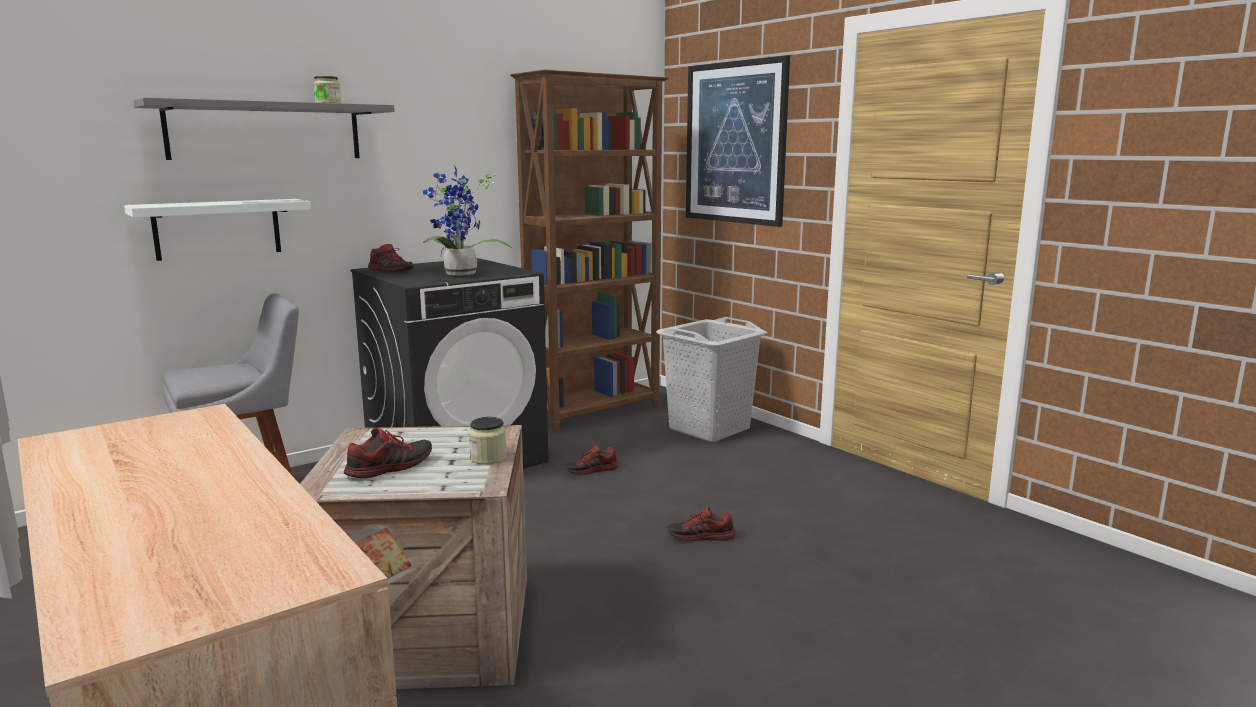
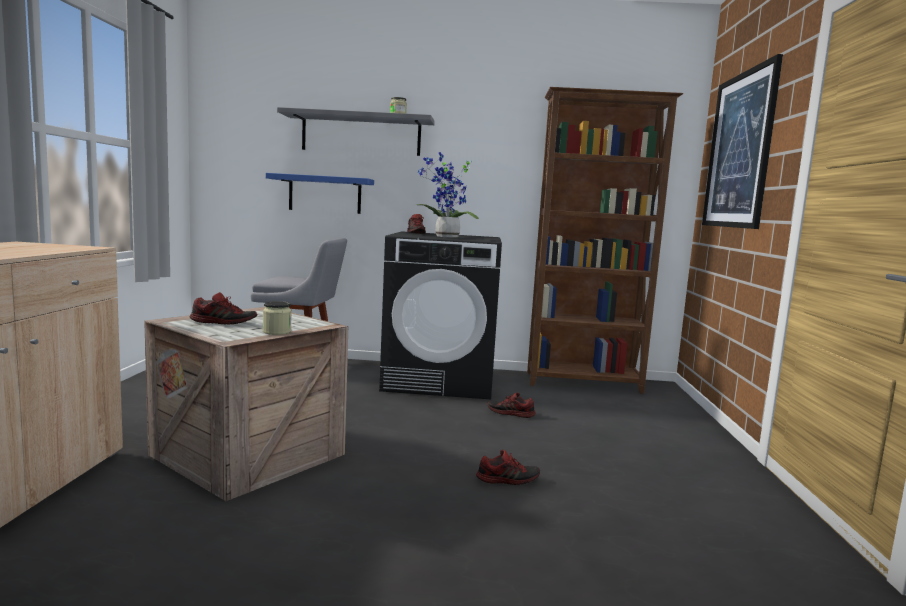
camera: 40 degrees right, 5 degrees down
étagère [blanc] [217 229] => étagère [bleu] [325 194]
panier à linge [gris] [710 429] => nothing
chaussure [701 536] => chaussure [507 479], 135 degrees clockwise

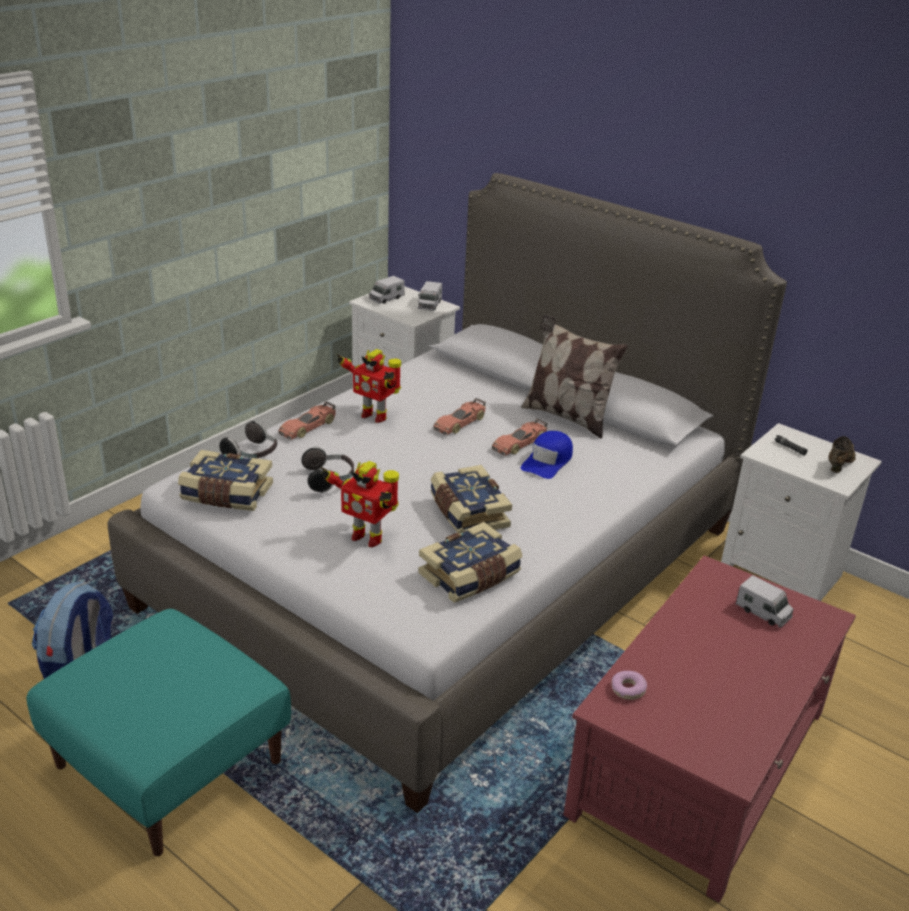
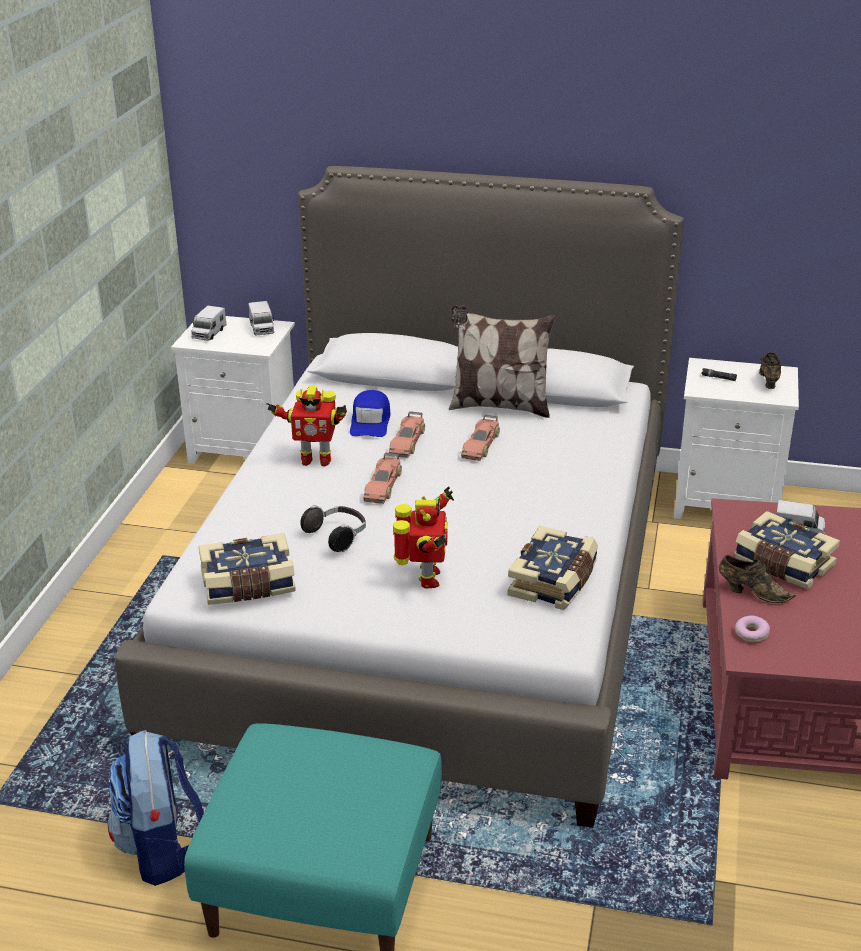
camera: 25 degrees left, 0 degrees up
petite voiture [308 427] => petite voiture [383 486], moved
casque audio [252 455] => nothing
casquette [bleu] [548 461] => casquette [bleu] [370 421], moved
robot jouet [367 537] => robot jouet [426 579], 90 degrees counterclockwise
livre [467 513] => livre [782 564], moved
nothing => chaussure [marron] [752 592]

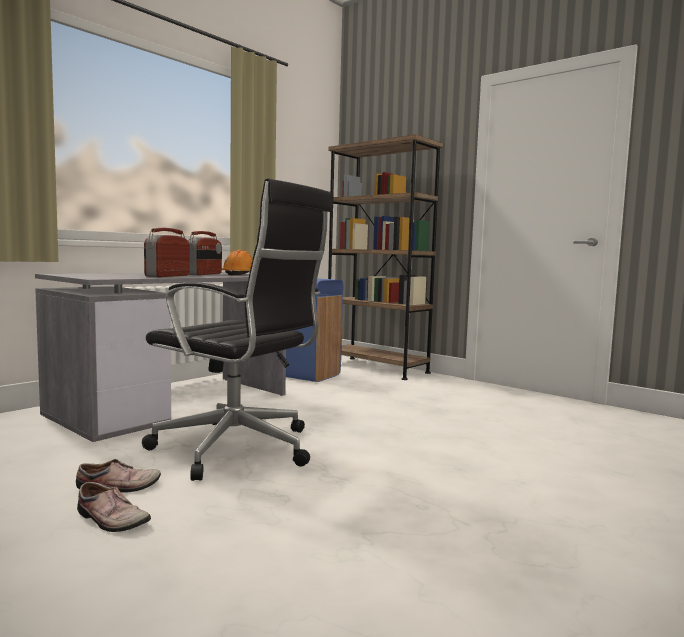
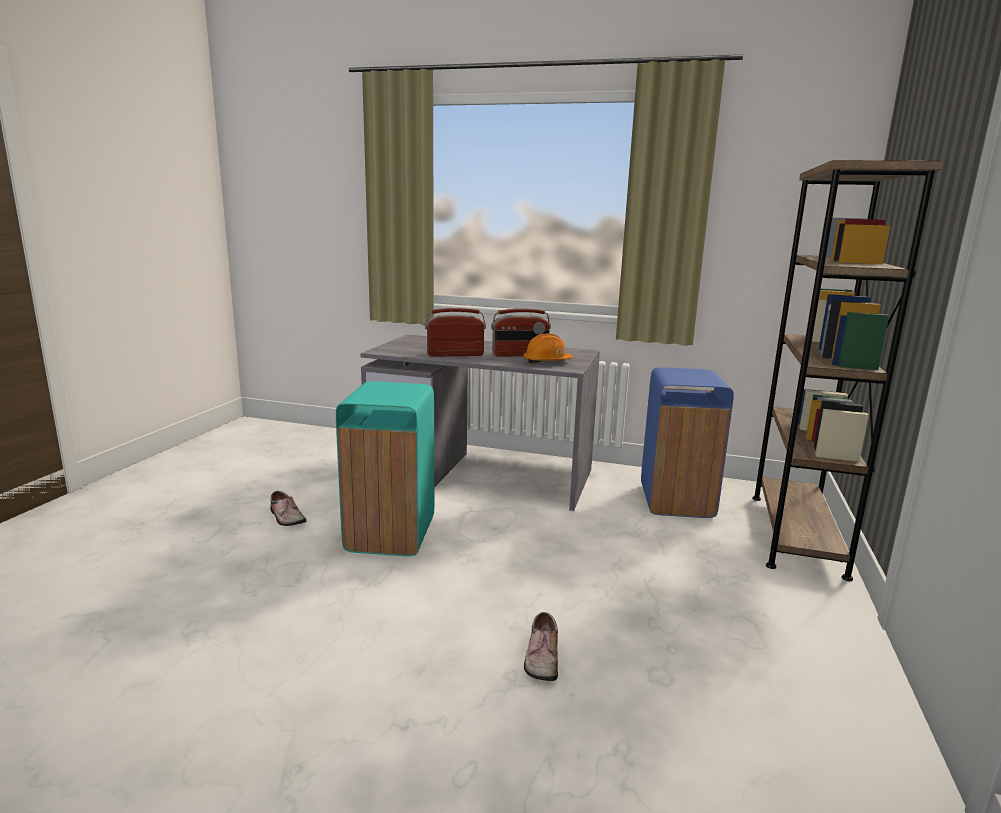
camera: 65 degrees right, 10 degrees up
chaise de bureau [noir] [238 449] => poubelle [turquoise] [389 535]
chaussure [110 520] => chaussure [540 657], moved

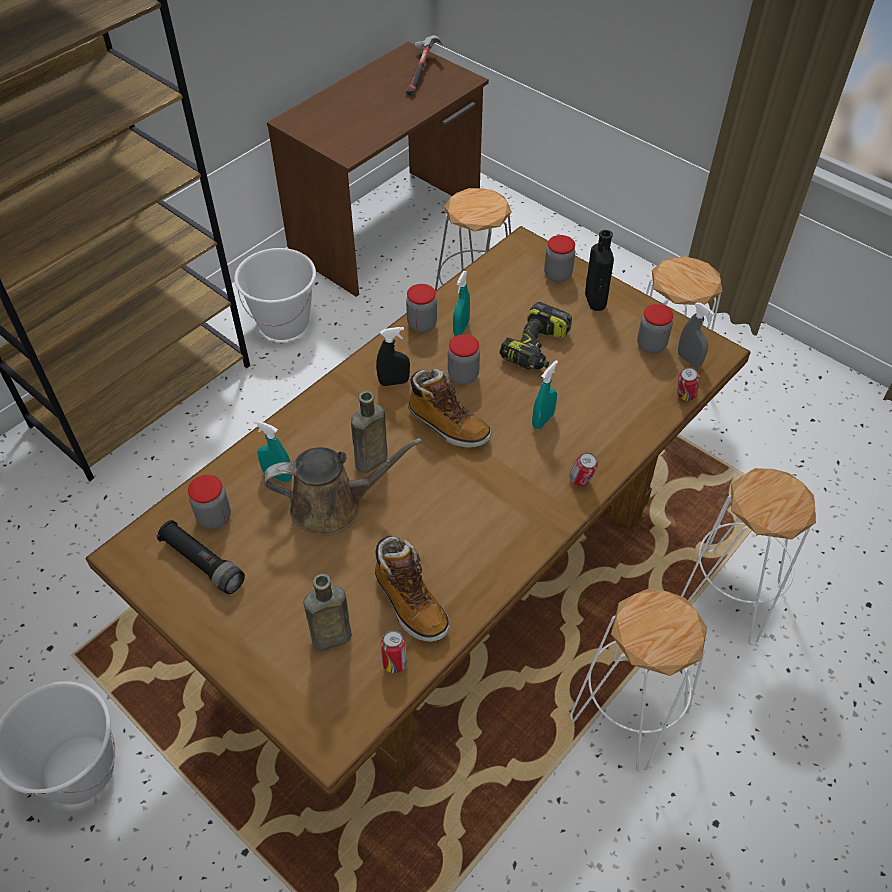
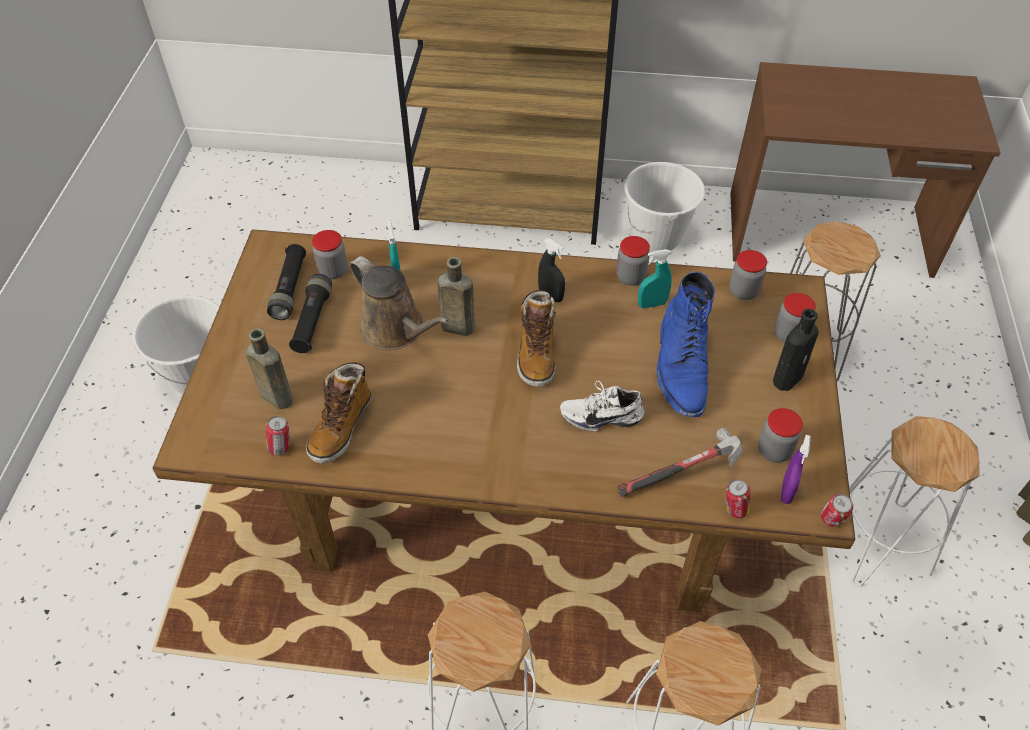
camera: 55 degrees right, 0 degrees up
marteau [421 73] => marteau [682 474], moved
perceuse [536 348] => botte [bleu] [681 367]
vaporisateur [gris] [689 360] => vaporisateur [violet] [786 491]
bocal [463 376] => bocal [743 291], moved
vaporisateur [turquoise] [543 420] => chaussure [blanc] [601 415]
boîte métallique [581 481] => boîte métallique [831 521], moved
nothing => lampe de poche [noir] [312 321]

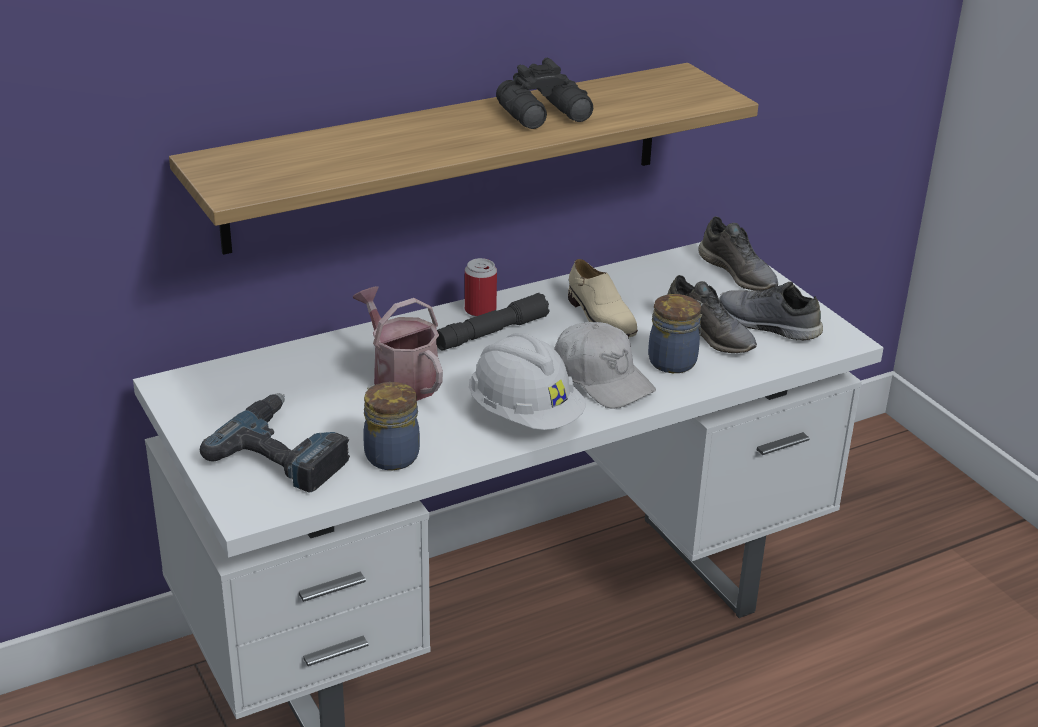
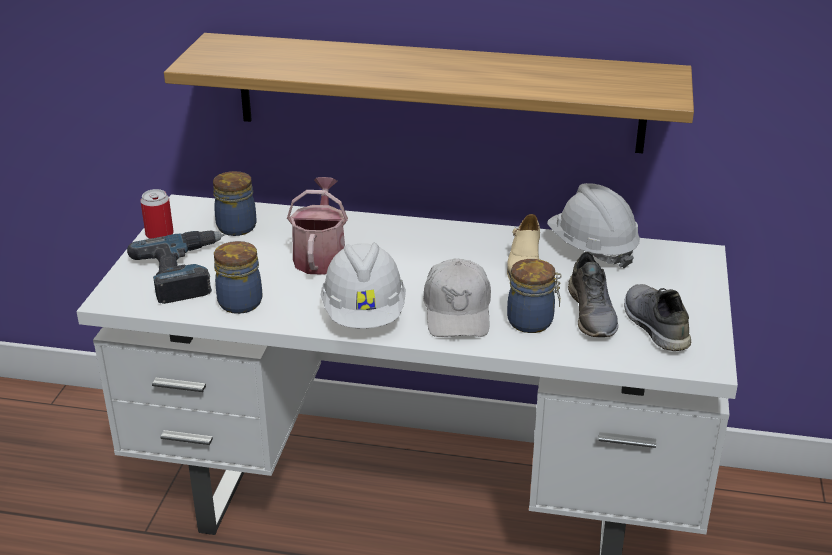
camera: 40 degrees right, 0 degrees up
jumelles [noir] [546 115] => nothing
chaussure [gris] [739 273] => nothing
boîte métallique [480 310] => boîte métallique [159 234], moved
lampe de poche [gris] [491 332] => nothing
nothing => bocal [237 226]
nothing => casque de chantier [blanc] [591 249]

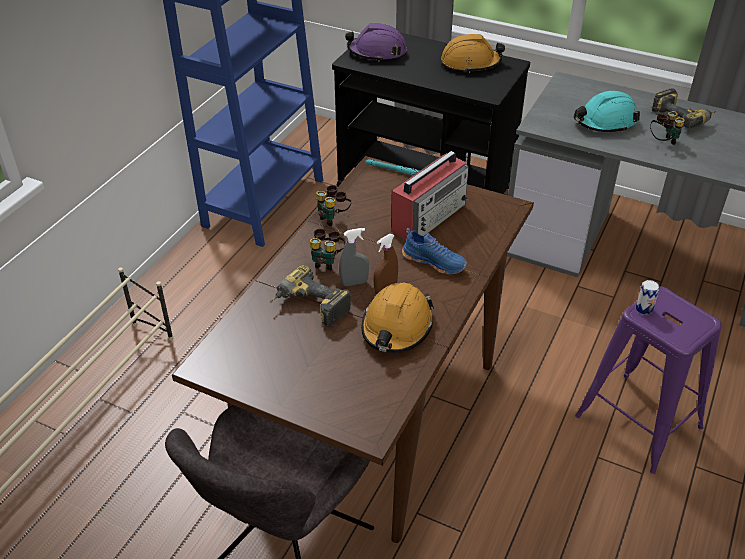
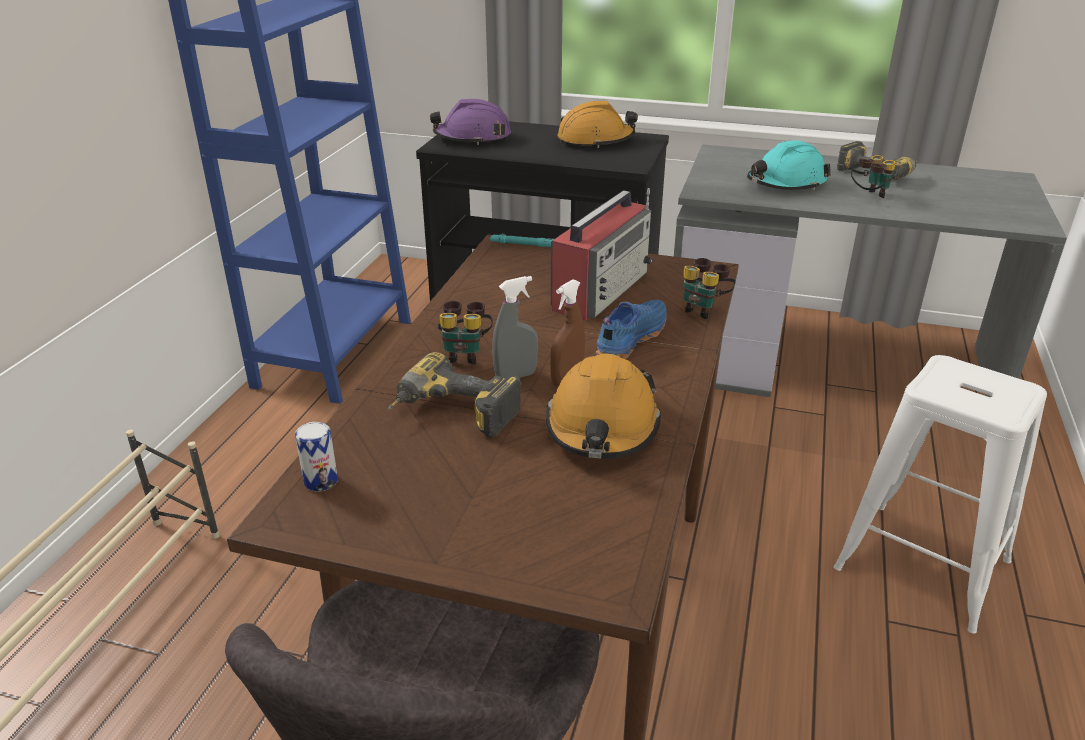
camera: 10 degrees left, 10 degrees down
jumelles [333 218] => jumelles [703 310], moved
chaussure [bleu] [434 261] => chaussure [bleu] [629 339], 75 degrees counterclockwise
boîte métallique [644 309] => boîte métallique [321 481], moved
tabouret [violet] [637 421] => tabouret [blanc] [921 564]

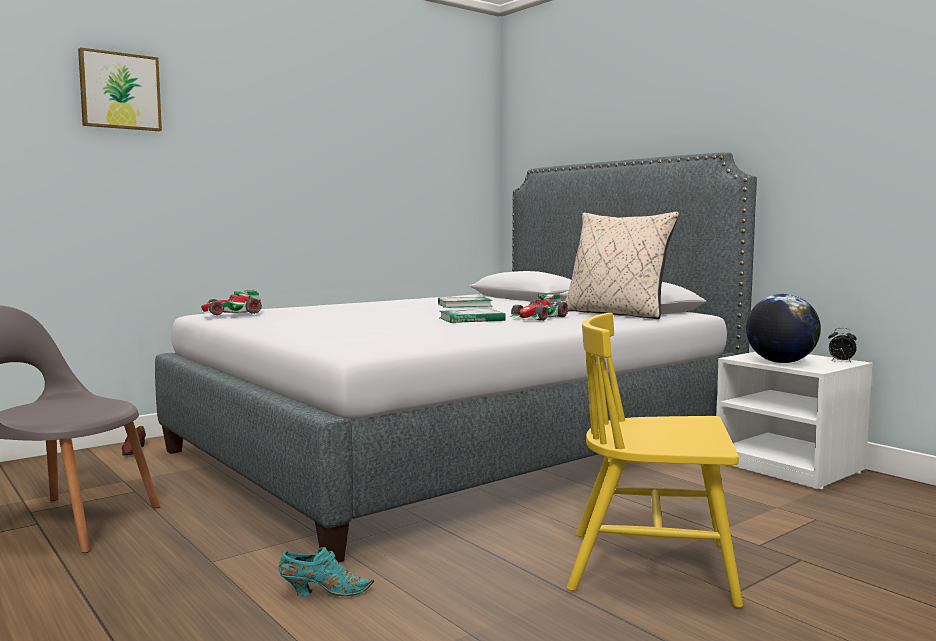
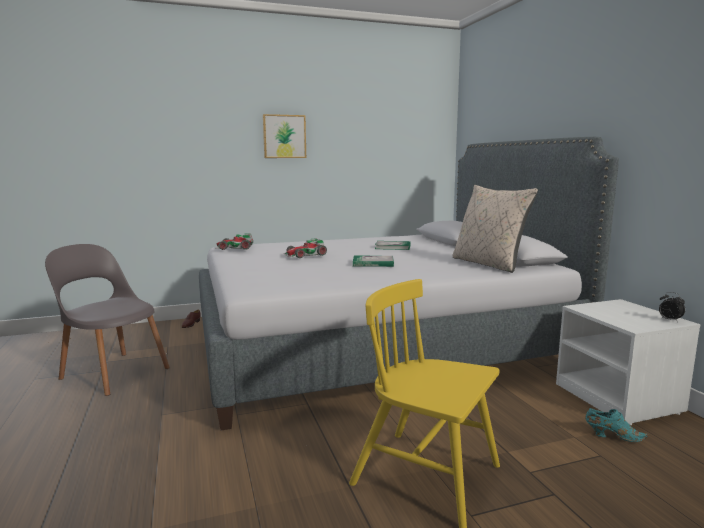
camera: 20 degrees right, 5 degrees up
tableau [120 91] => tableau [284 136], moved
petite voiture [538 318] => petite voiture [305 255], moved
globe [780 362] => nothing
chaussure [turquoise] [323 592] => chaussure [turquoise] [612 436], moved

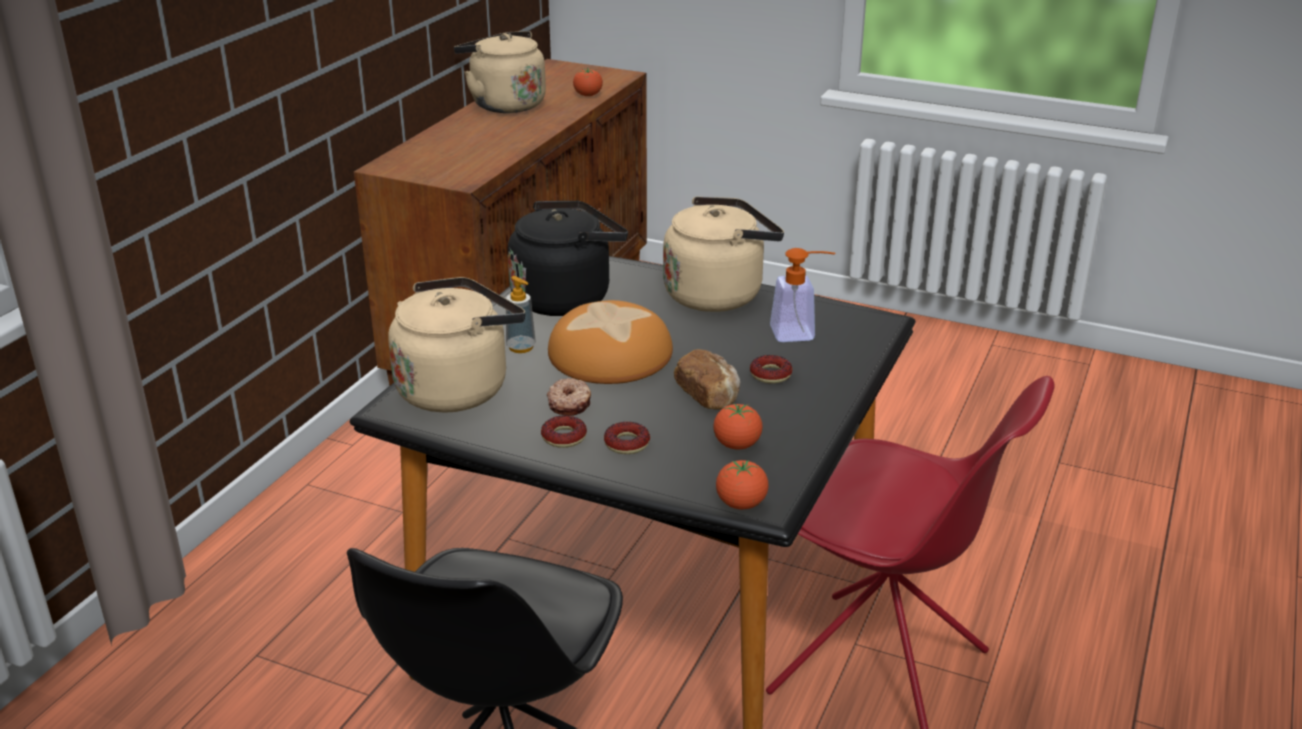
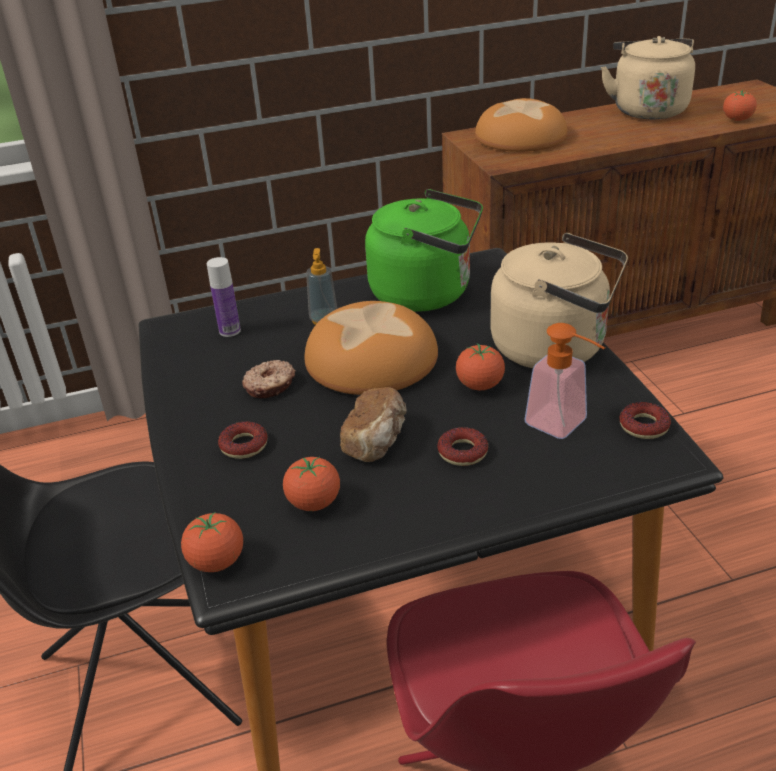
camera: 50 degrees right, 5 degrees up
bouilloire [noir] [566 298] => bouilloire [vert] [427 293]
bouilloire [beige] [457 388] => bouteille [230 331]
beignet [564 437] => beignet [644 426], moved
nothing => pain [519 137]
nothing => tomate [480 385]

